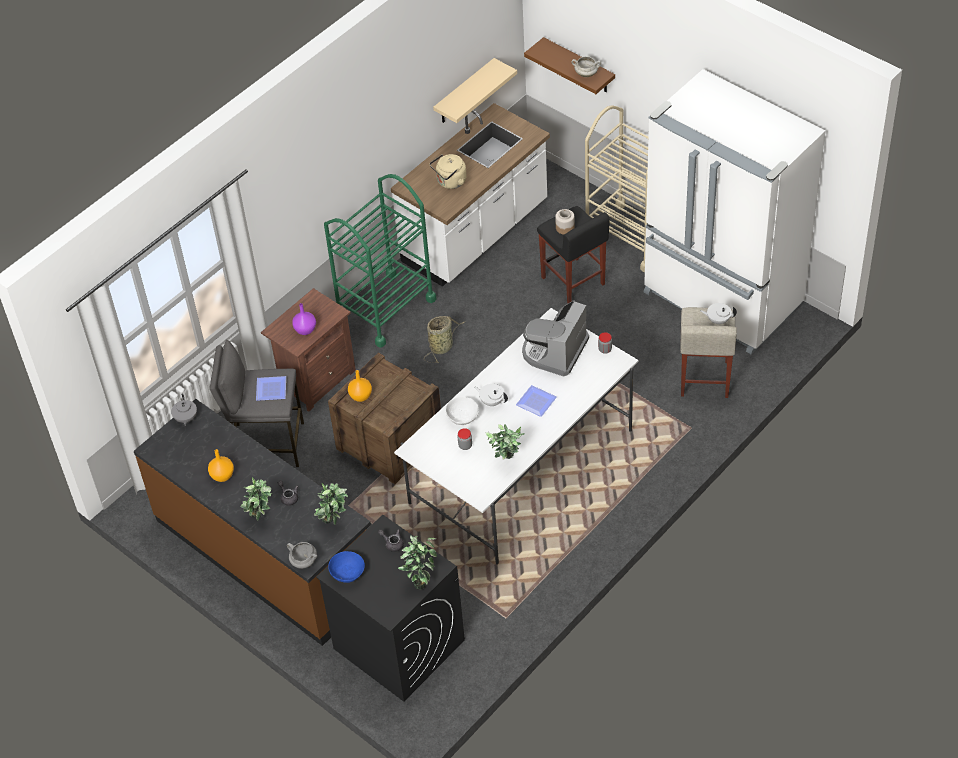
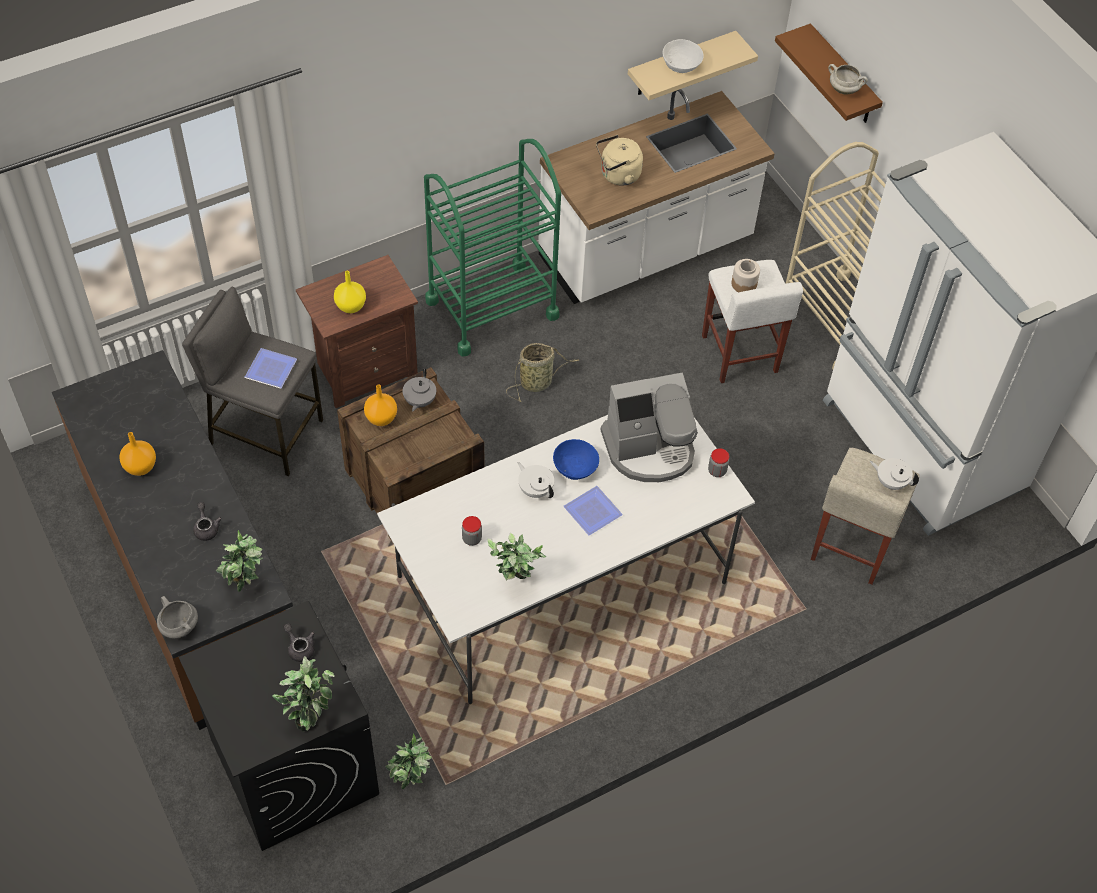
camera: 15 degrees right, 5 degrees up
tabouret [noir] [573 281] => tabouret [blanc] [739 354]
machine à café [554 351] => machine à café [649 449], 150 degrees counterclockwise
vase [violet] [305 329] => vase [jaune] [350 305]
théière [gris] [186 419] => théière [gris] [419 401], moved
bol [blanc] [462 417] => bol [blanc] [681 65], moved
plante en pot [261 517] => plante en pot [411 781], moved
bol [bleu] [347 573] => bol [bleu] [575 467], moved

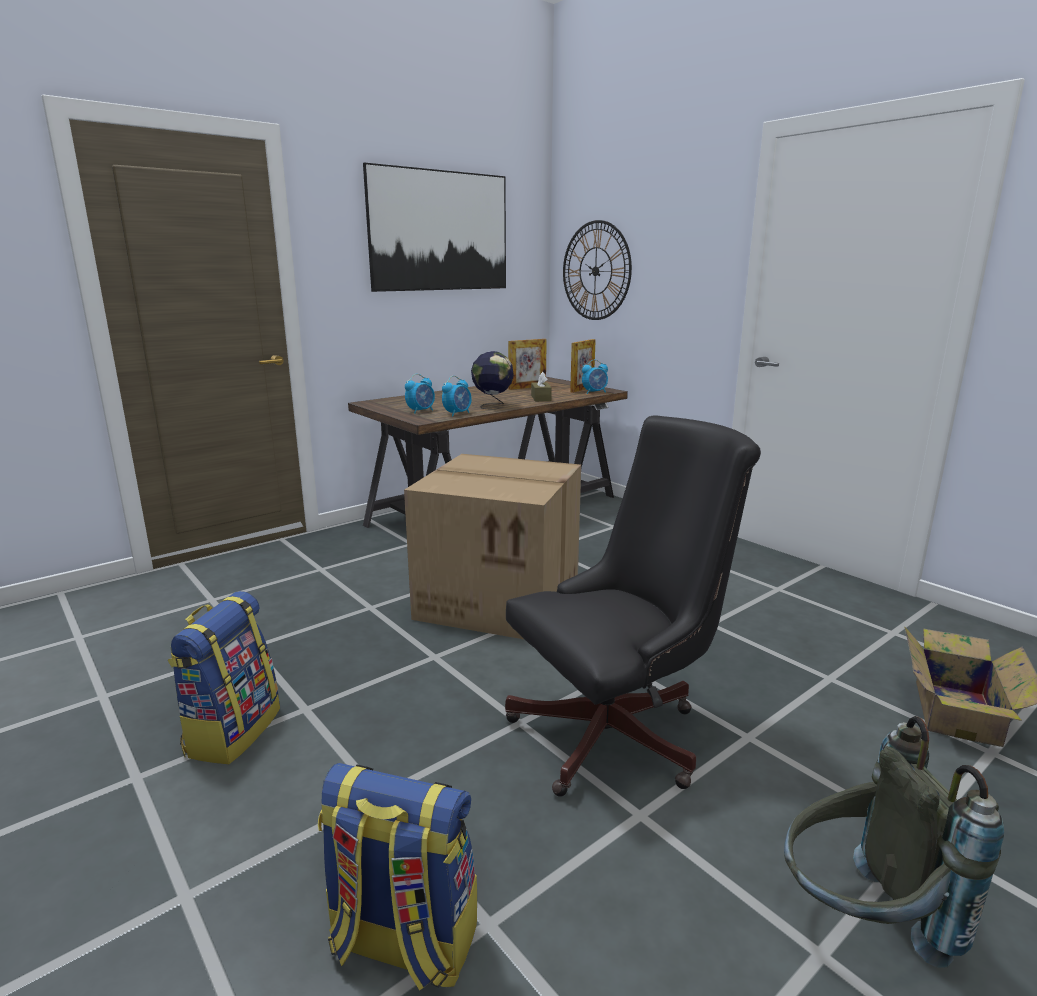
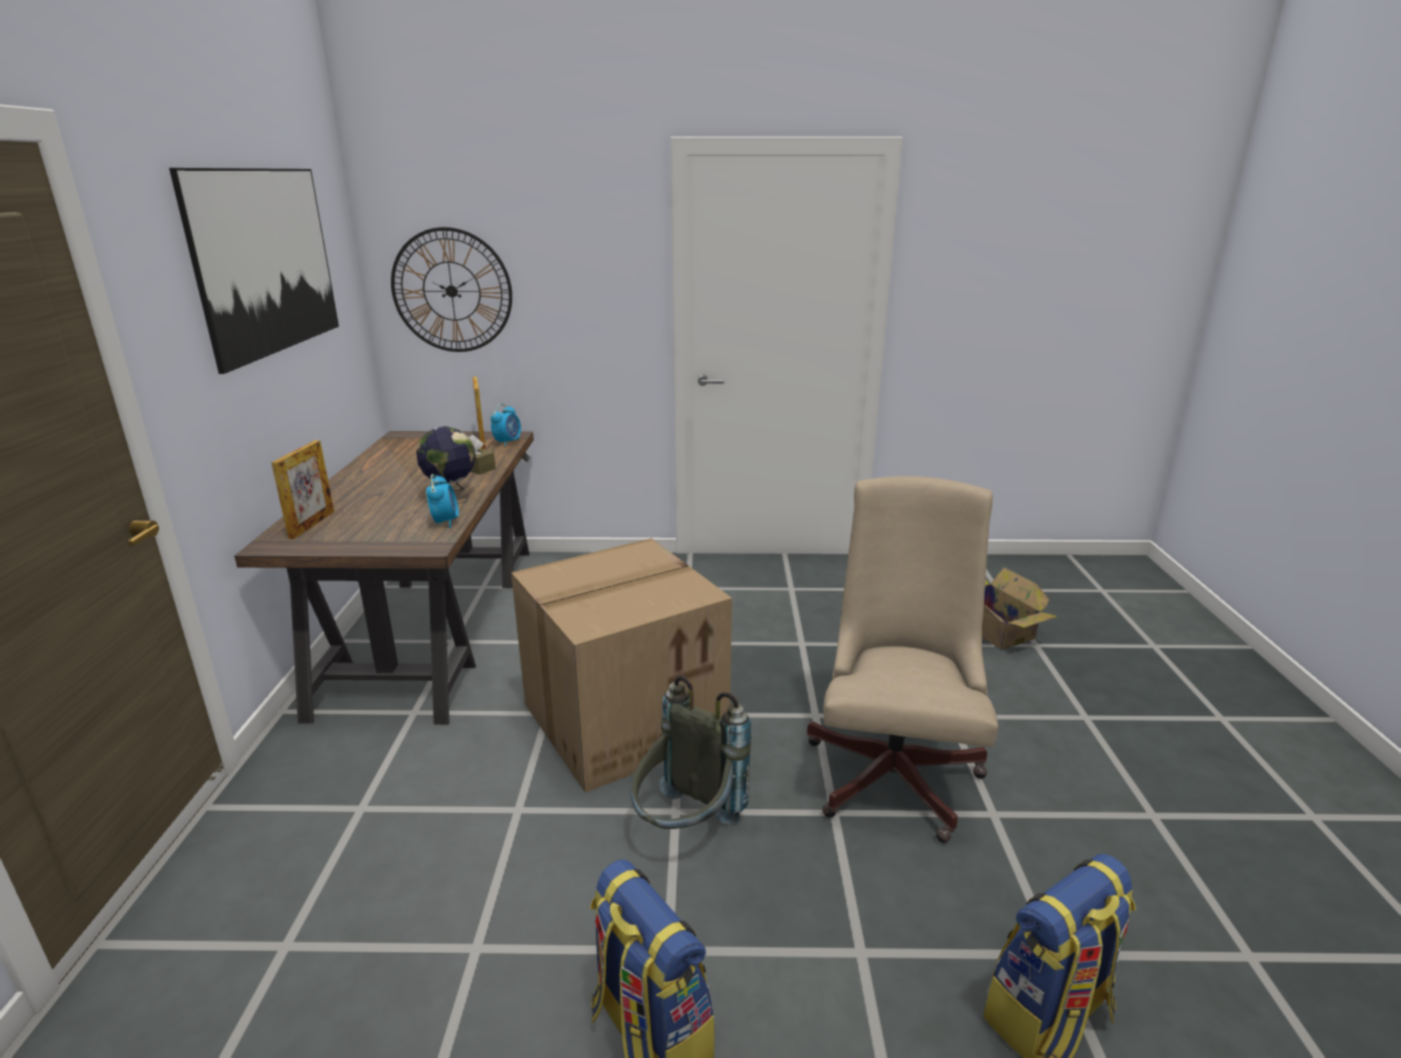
camera: 50 degrees left, 5 degrees up
cadre photo [527 387] => cadre photo [312 524], moved
réveil [421 411] => nothing
chaise de bureau [noir] [619 732] => chaise de bureau [beige] [895 769]
sac à dos [gris] [860 922] => sac à dos [gris] [686 828], moved

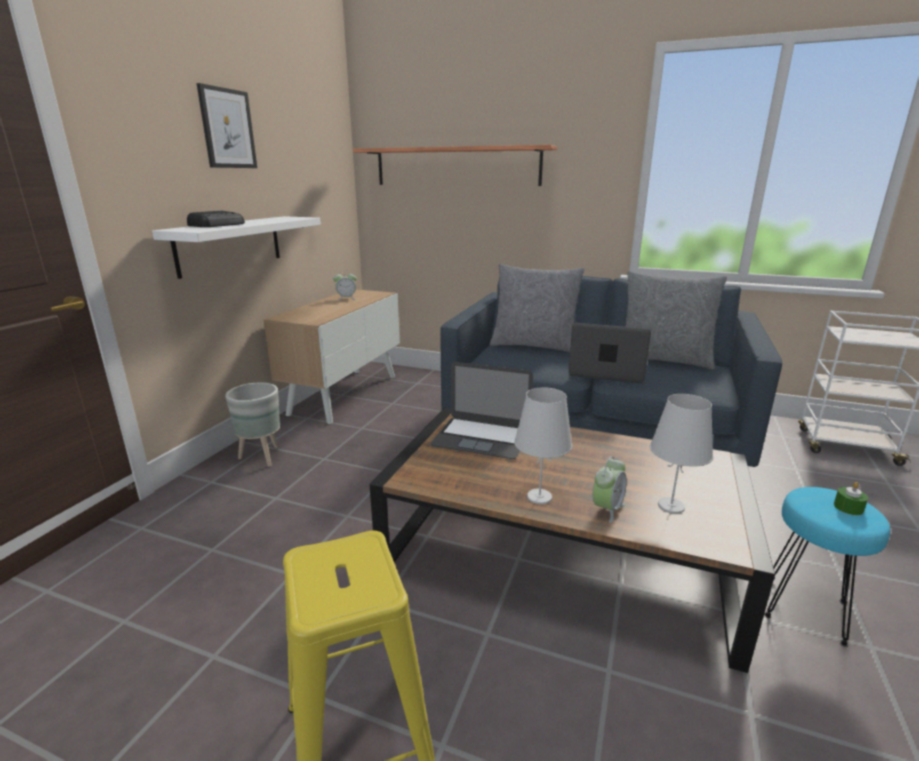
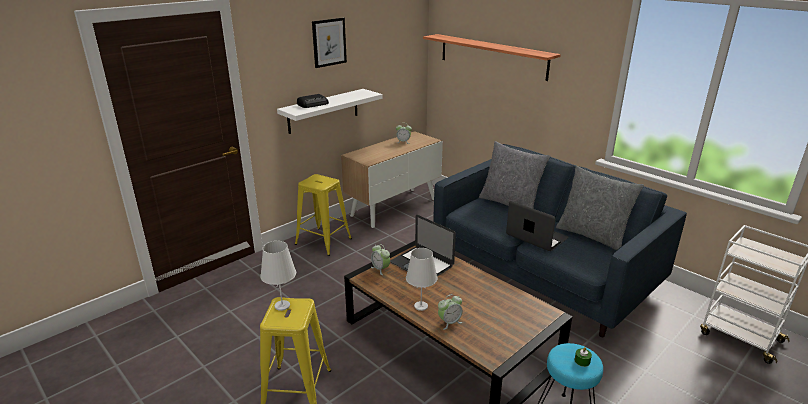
camera: 25 degrees right, 5 degrees up
cache-pot [gris] [261 456] => tabouret [jaune] [323 241]
lampe de table [blanc] [671 506] => lampe de table [blanc] [282 305], moved
nothing => réveil [380 269]

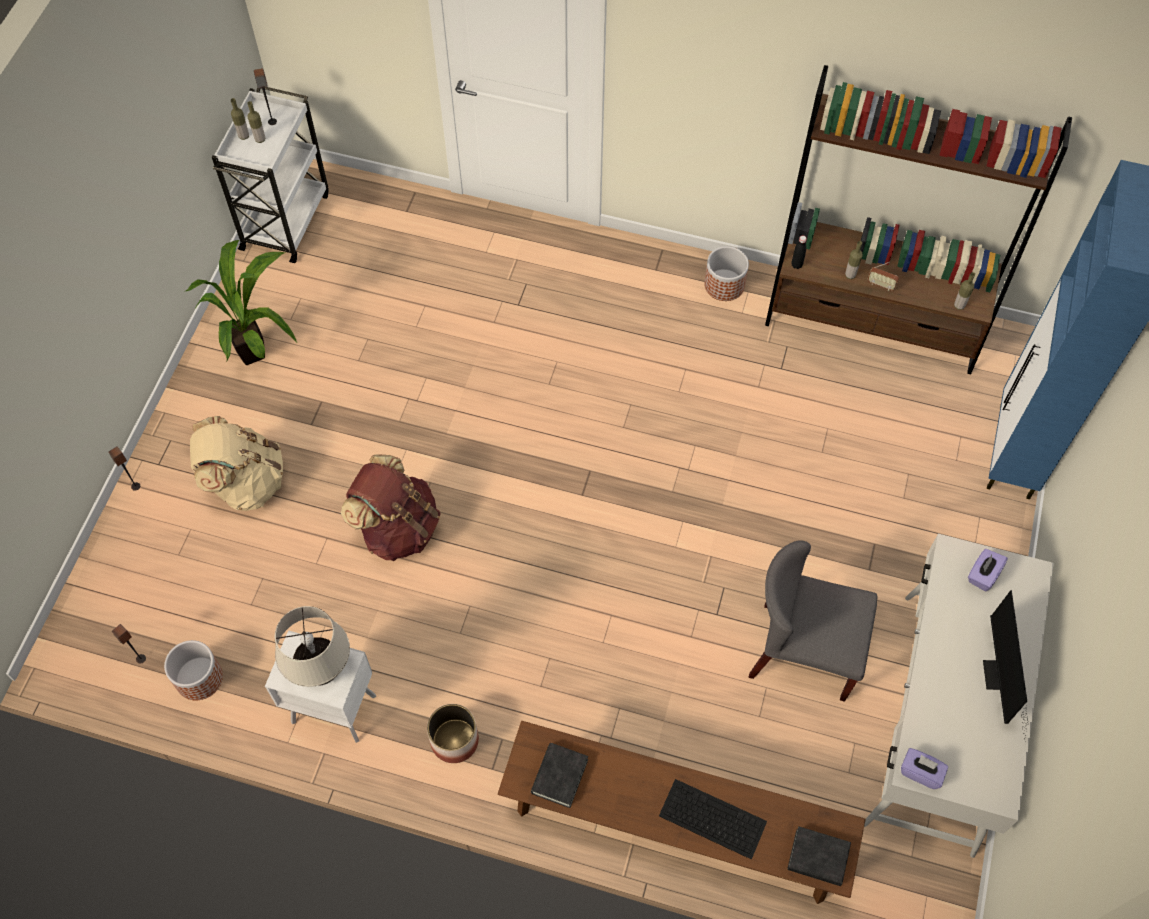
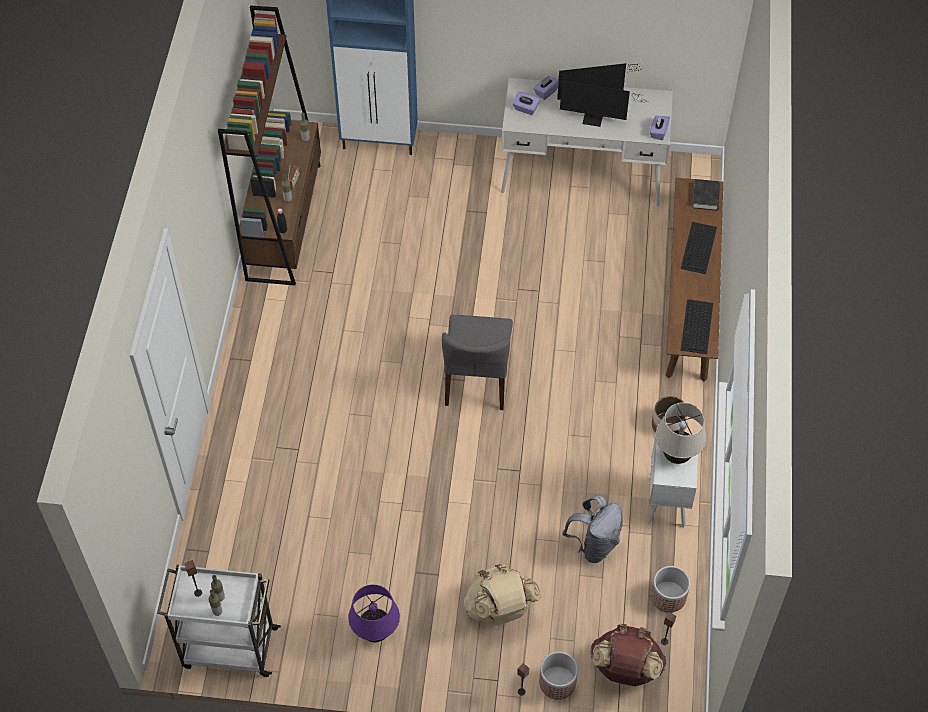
camera: 100 degrees left, 5 degrees down
plante en pot [258 352] => lampe de table [violet] [375 633]
cache-pot [724 285] => cache-pot [557 682], moved
sac à dos [marron] [398 528] => sac à dos [marron] [625 669], moved
chaise [gris] [802 652] => chaise [gris] [477 380], moved
livre [noir] [559 776] => clavier [697 327]
nothing => boîte à mouchoirs [violet] [546 92]
nothing => écran d'ordinateur [596 120]
nothing => sac à dos [gris] [594 544]

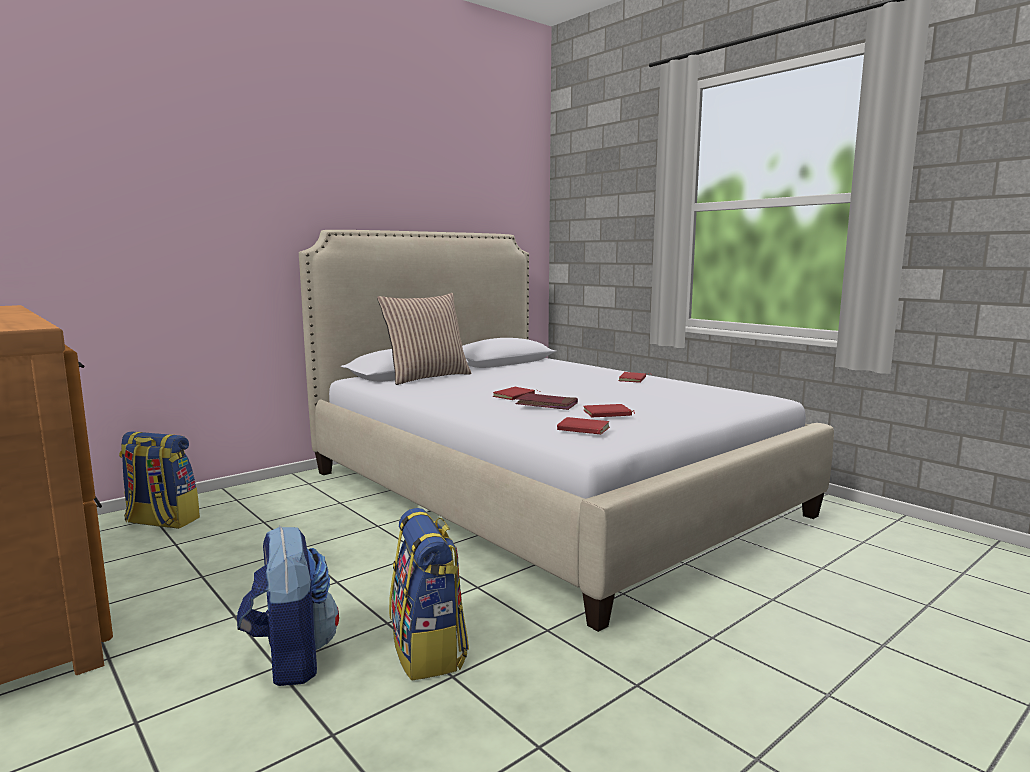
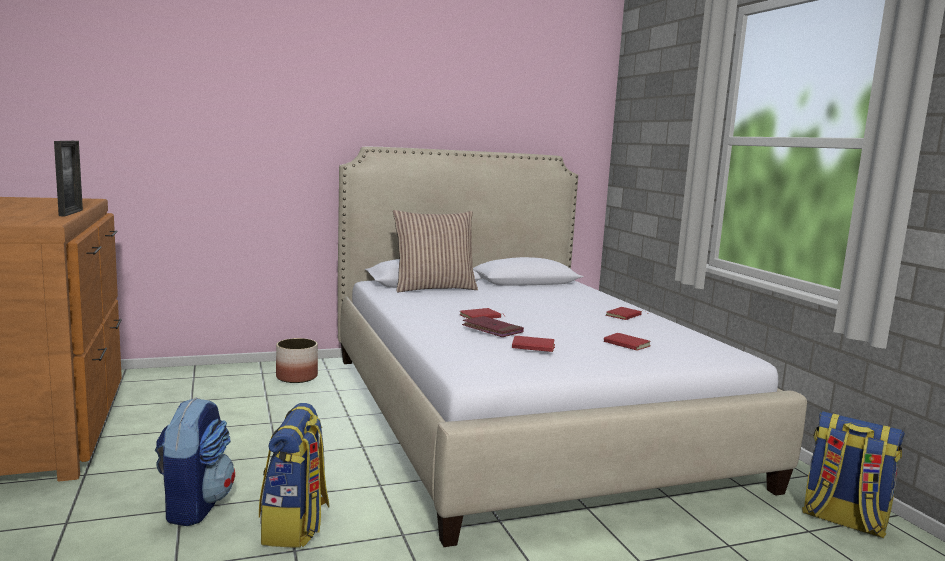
camera: 20 degrees right, 0 degrees up
livre [rouge] [582 429] => livre [rouge] [625 344], moved
sac à dos [161 521] => sac à dos [843 520], moved
nothing => cadre photo [71 213]
nothing => cache-pot [297 377]

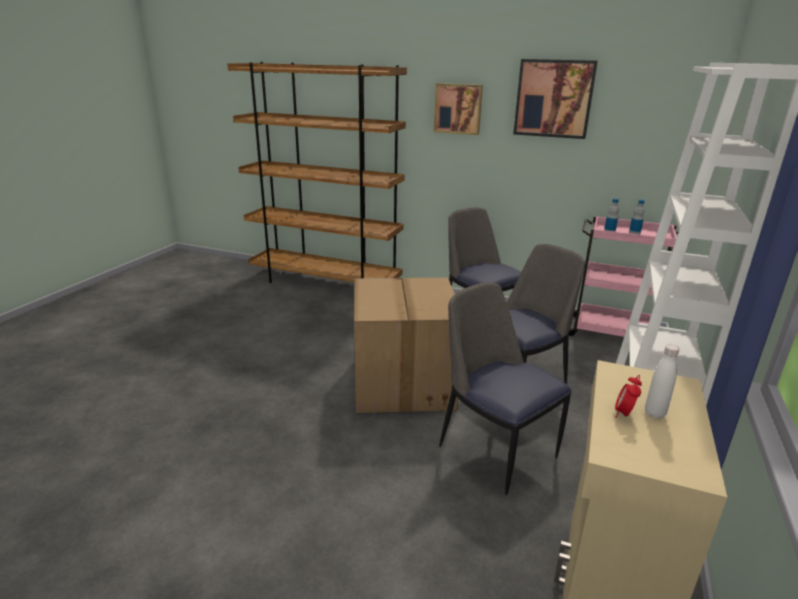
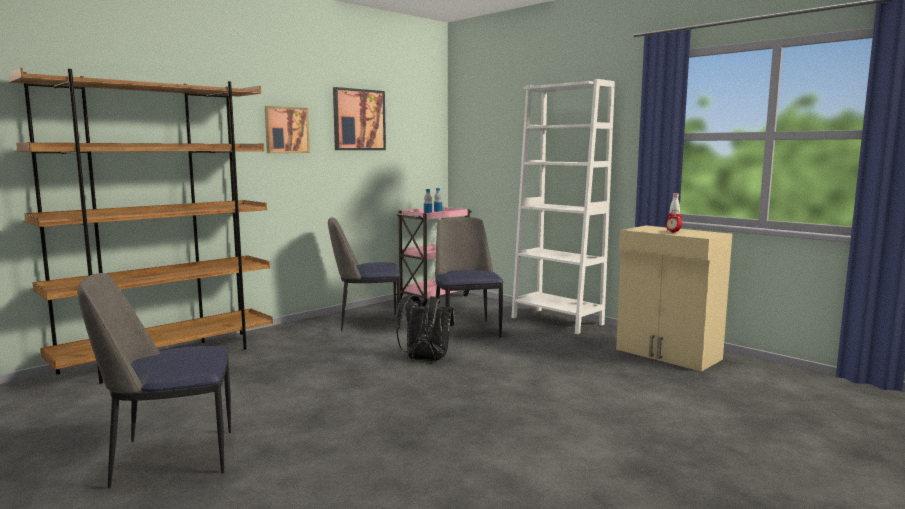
camera: 65 degrees left, 15 degrees down
carton [401 382] => sac à dos [noir] [425 360]
chaise [495 449] => chaise [170 457], moved

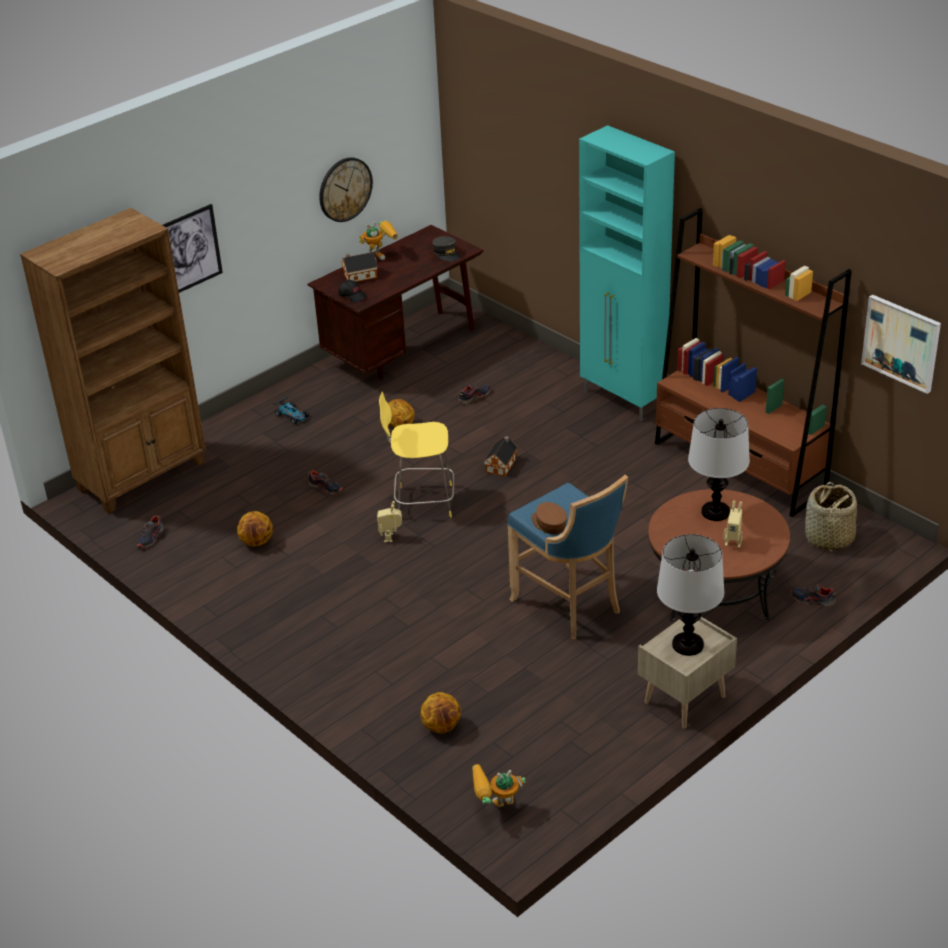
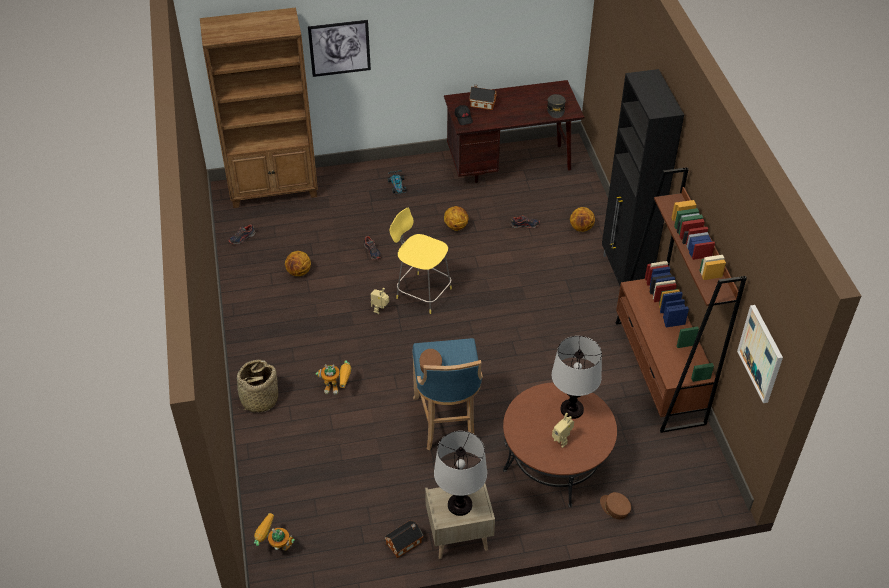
camera: 30 degrees right, 10 degrees up
meuble de rangement [turquoise] [623 400] => meuble de rangement [noir] [624 276]
horloge murale [345 189] => nothing
robot jouet [381 256] => robot jouet [337 388], moved
maison miniature [502 464] => maison miniature [405 542], moved
panier [828 538] => panier [259 399], moved
chaussure [812 600] => casquette [marron] [614 508]
ballon de basket [442 726] => ballon de basket [581 228], moved

